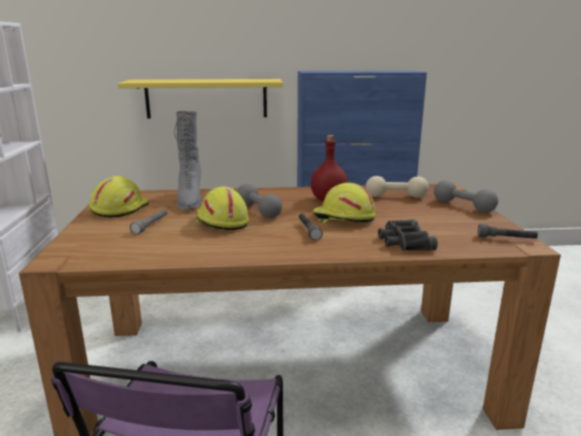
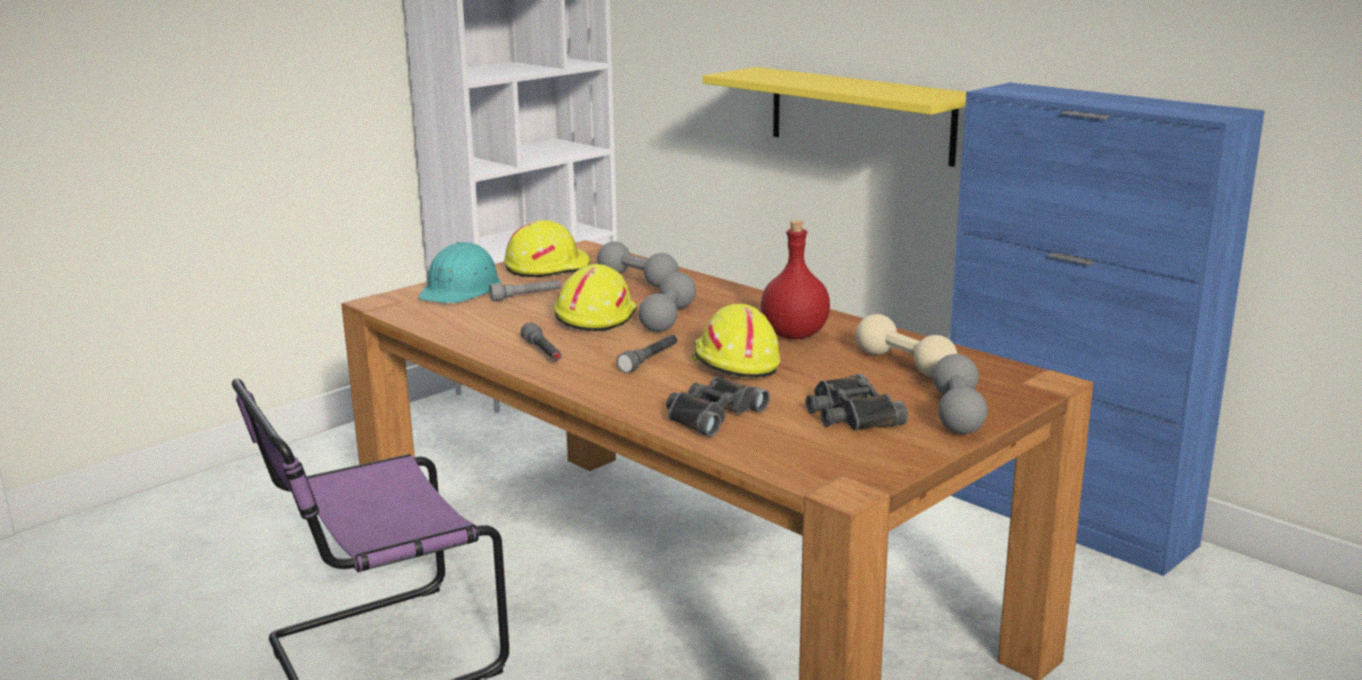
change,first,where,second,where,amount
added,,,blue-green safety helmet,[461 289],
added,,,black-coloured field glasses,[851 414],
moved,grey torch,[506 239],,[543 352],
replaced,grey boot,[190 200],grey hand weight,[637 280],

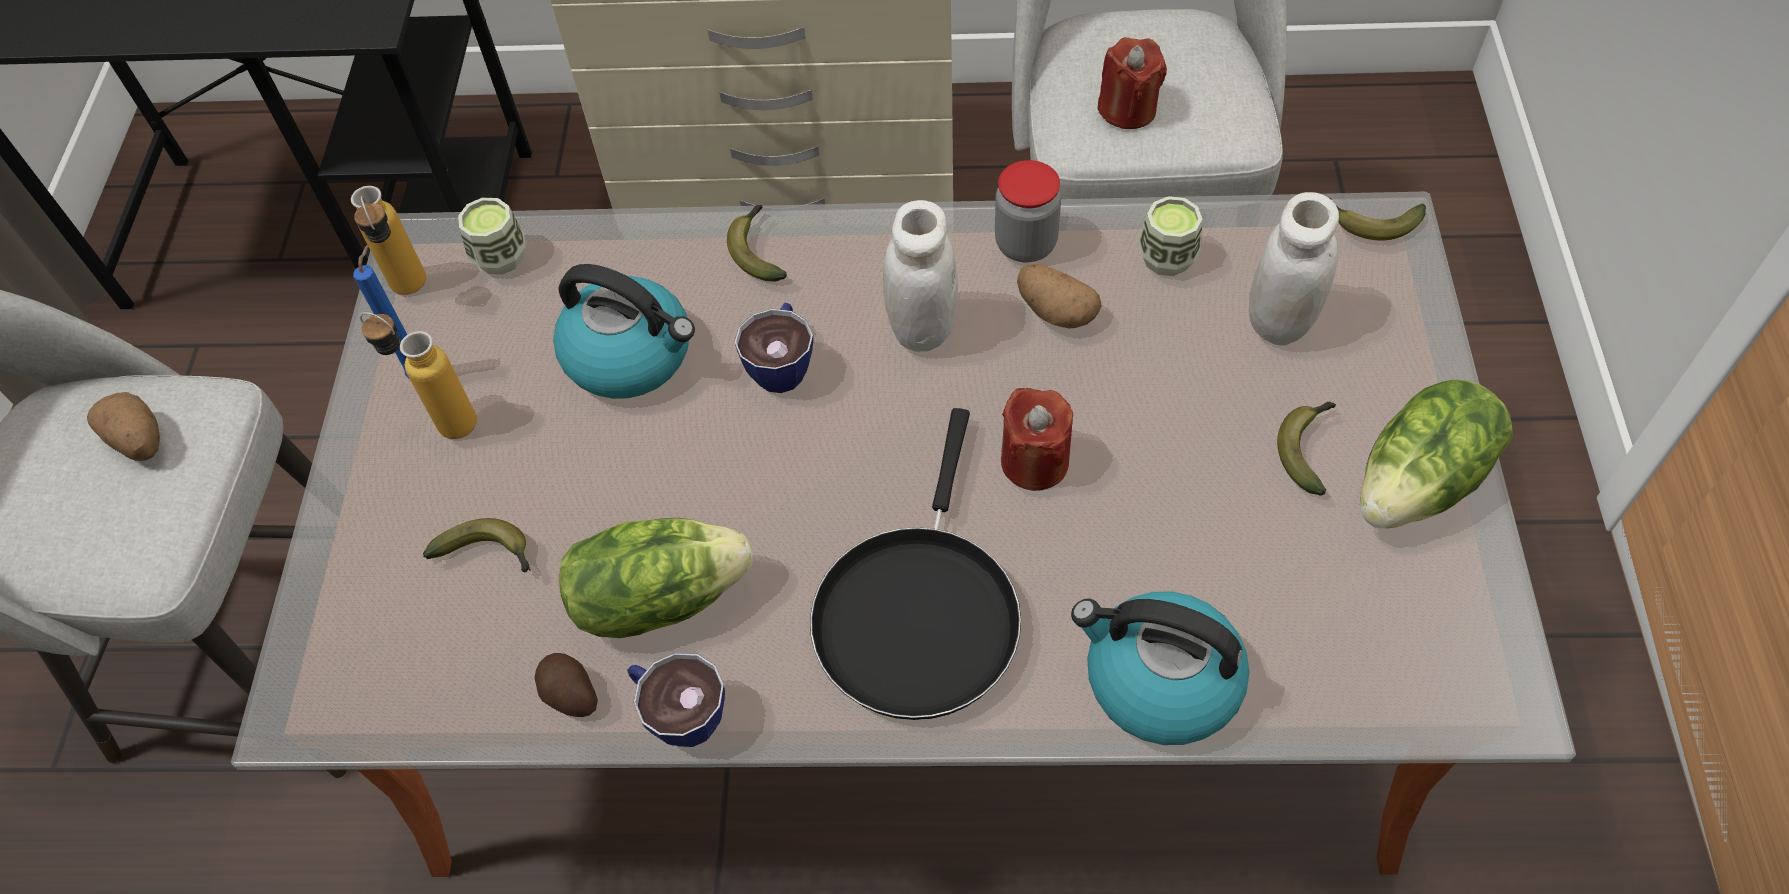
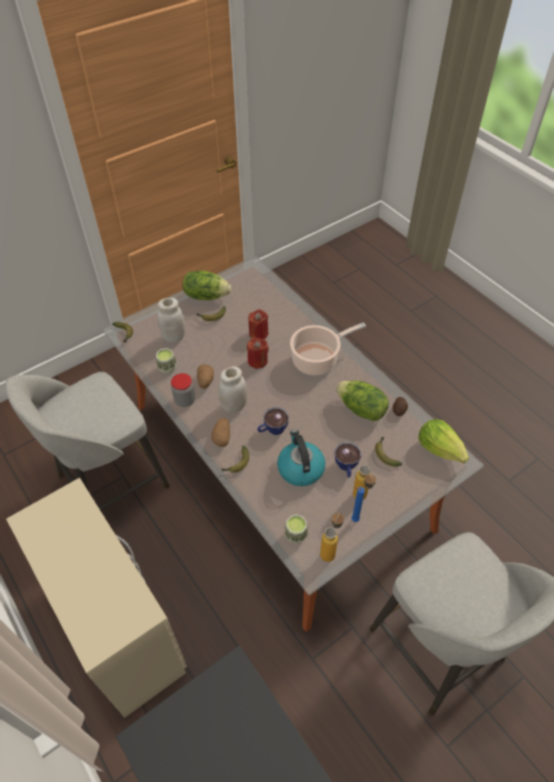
change,first,where,second,where,amount
removed,tea kettle,[1159 681],,,
added,,,lettuce head,[440 448],
moved,whole potato,[139 441],,[222 437],
moved,small cup,[679 713],,[346 467],
moved,red wax candle,[1127 109],,[258 333],
replaced,black-coloured frying pan,[918 613],cooking pot,[317 359],

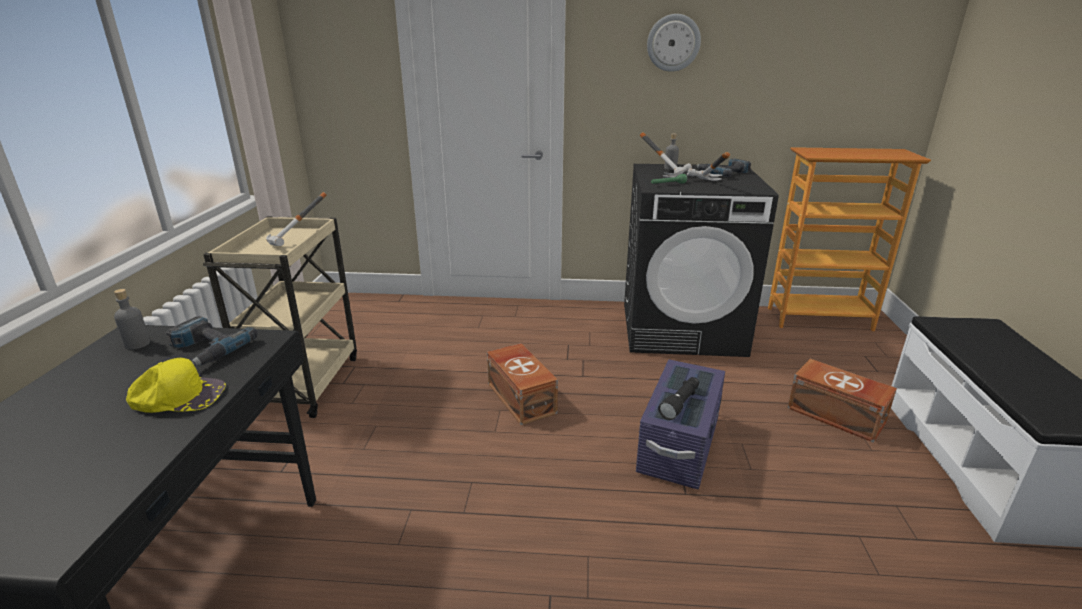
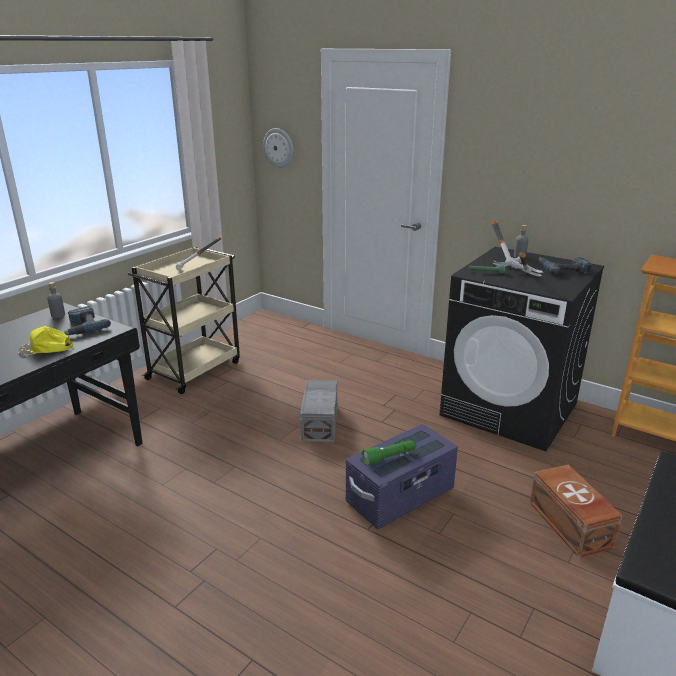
change,first,where,second,where,amount
moved,wall clock,[673 43],,[279 148],
recoloured,brown-coloured storage box,[522 397],grey storage box,[320 423],
recoloured,black-coloured torch,[680 403],green torch,[390 457],
turned,yellow baseball cap,[177 396],,[46 349],150 degrees clockwise

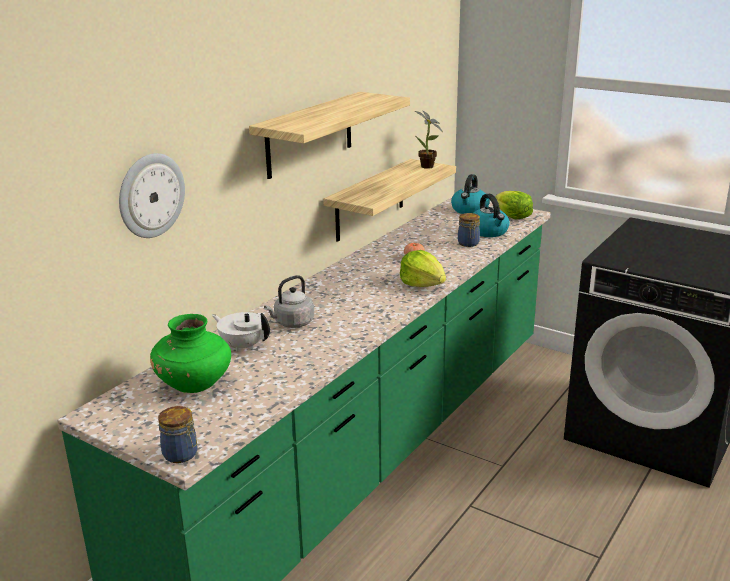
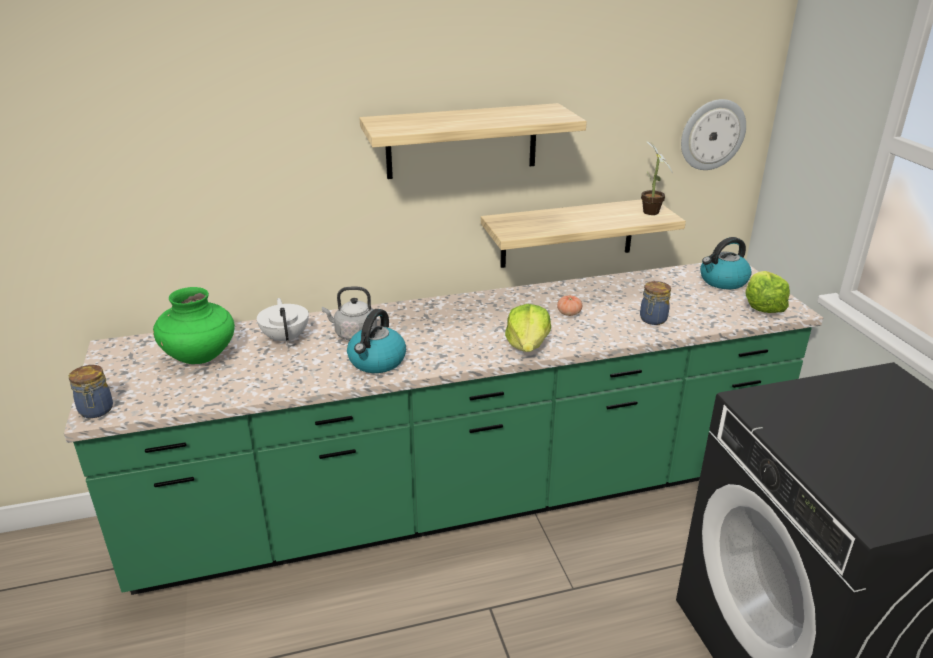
change,first,where,second,where,amount
moved,wall clock,[150 195],,[712 134],
moved,tea kettle,[489 232],,[377 361],

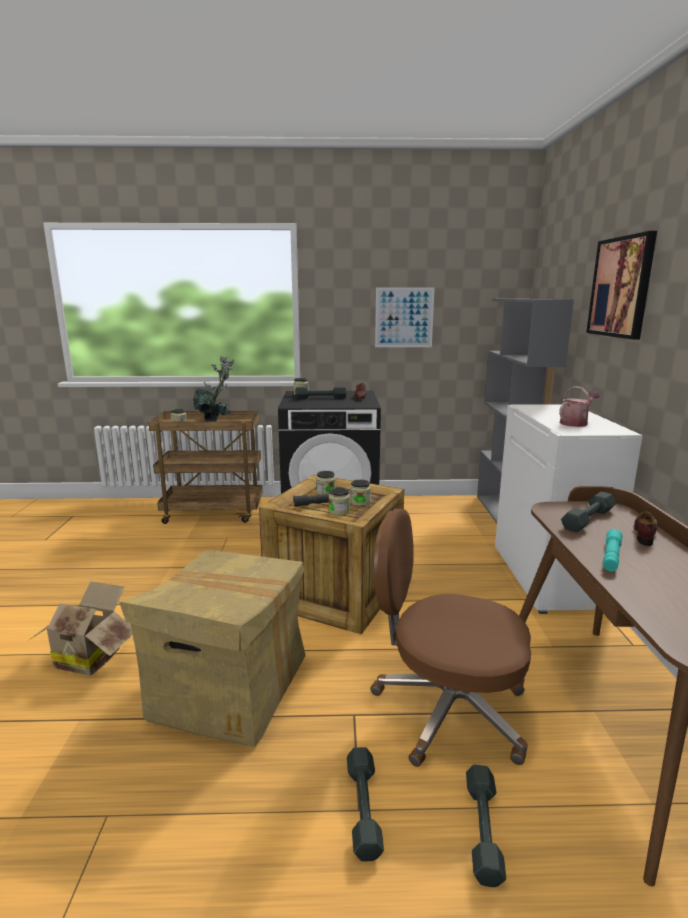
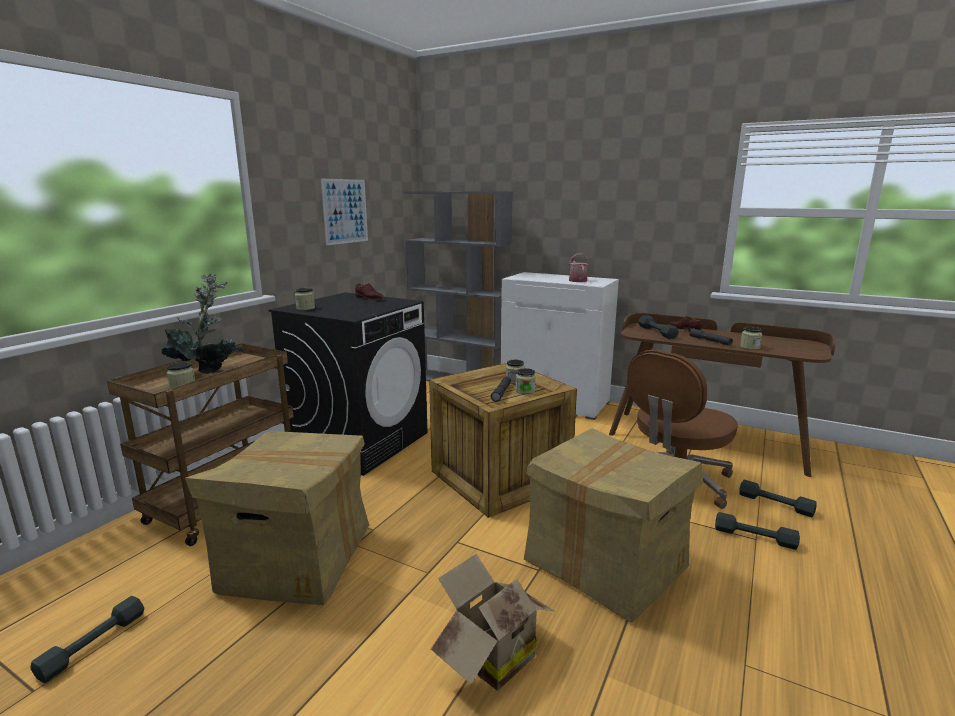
change,first,where,second,where,amount
removed,picture,[621 287],,,
added,,,cardboard box,[296 559],
moved,grey hand weight,[320 398],,[93 644],
moved,preserve jar,[325 492],,[750 347],
recoloured,blue-green torch,[611 556],grey torch,[710 341],

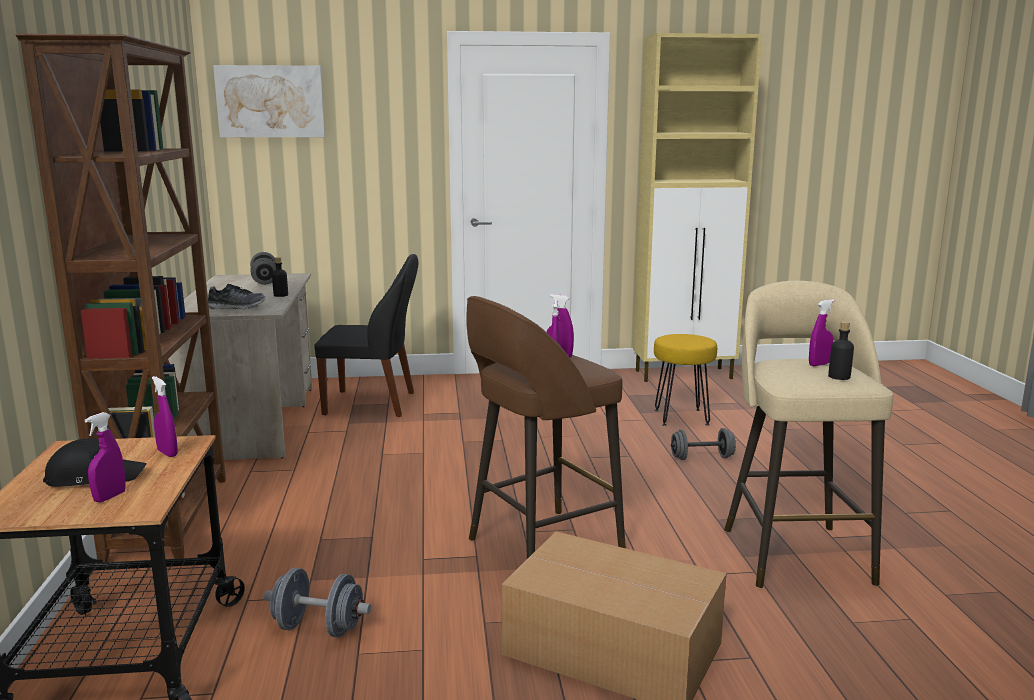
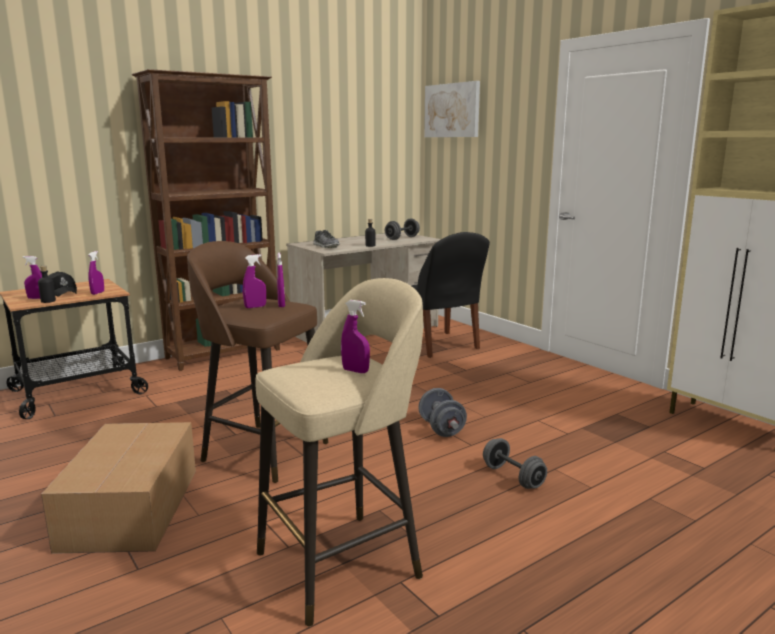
change,first,where,second,where,amount
removed,yellow sitting stool,[682 417],,,
moved,grey hand weight,[318 628],,[441 429],
moved,black-coloured bottle,[839 376],,[48 301],

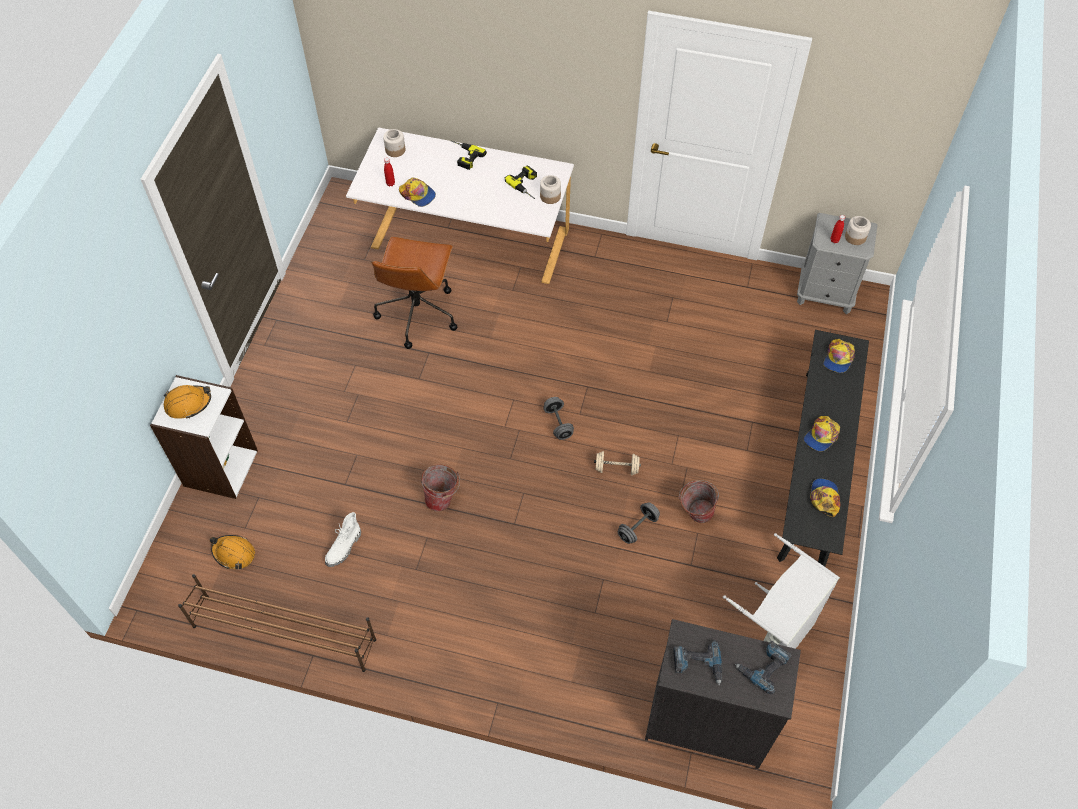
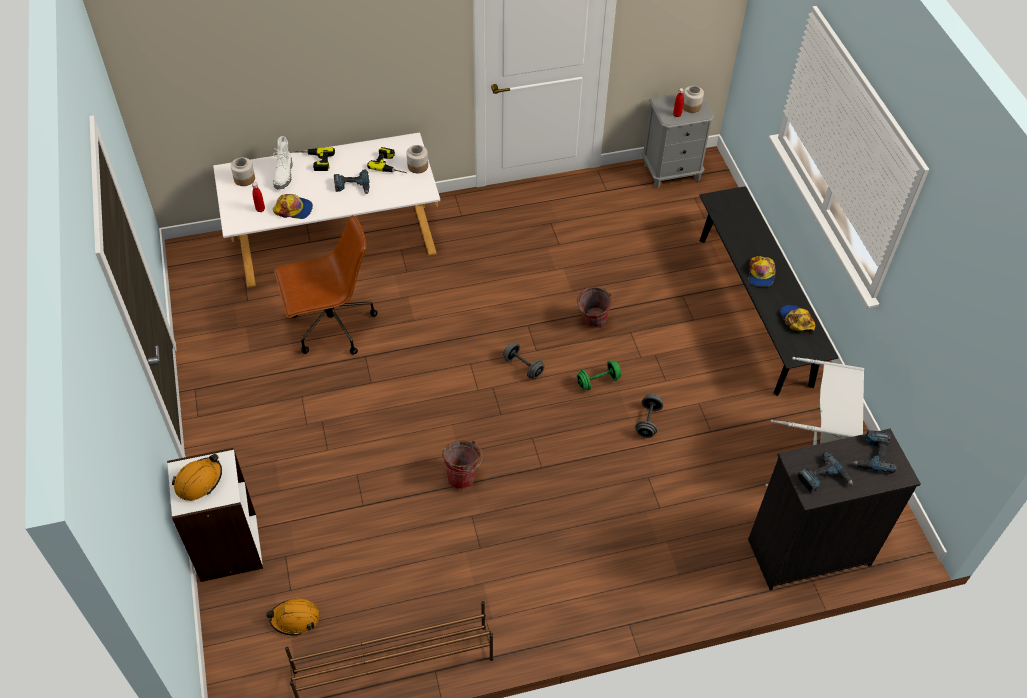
change,first,where,second,where,amount
removed,baseball cap,[838 358],,,
added,,,drill,[352 186],
moved,whitish boot,[344 548],,[284 175],
moved,bucket,[694 514],,[591 322],
recoloured,sand-coloured hand weight,[616 468],green hand weight,[598 381],
turned,brown-coloured office chair,[417 313],,[331 326],90 degrees counterclockwise

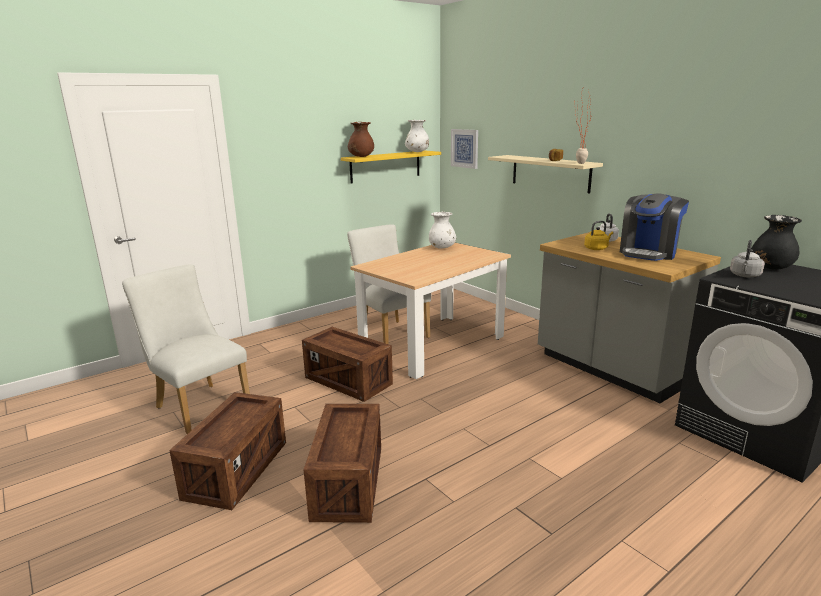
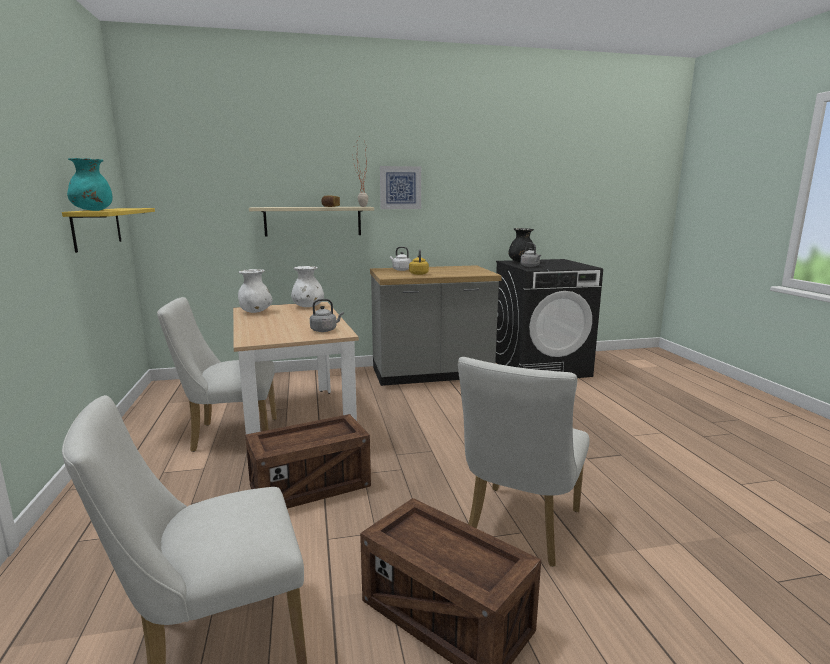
change,first,where,second,where,amount
removed,coffee maker,[649 253],,,
added,,,grey tea kettle,[325 330],
moved,whitish decorative vase,[417 152],,[308 307],
moved,picture,[465 148],,[400 187],
replaced,crate,[348 483],whitish chair,[519 530],
recoloured,brown-coloured decorative vase,[361 156],blue-green decorative vase,[93 210],

